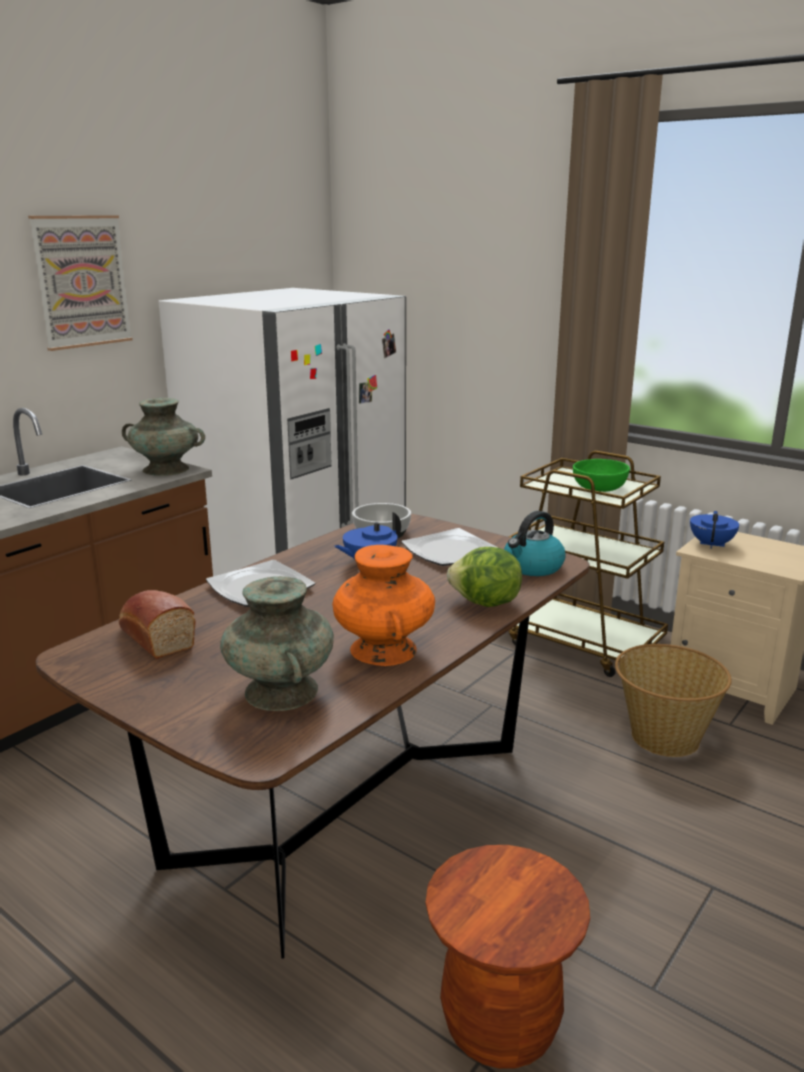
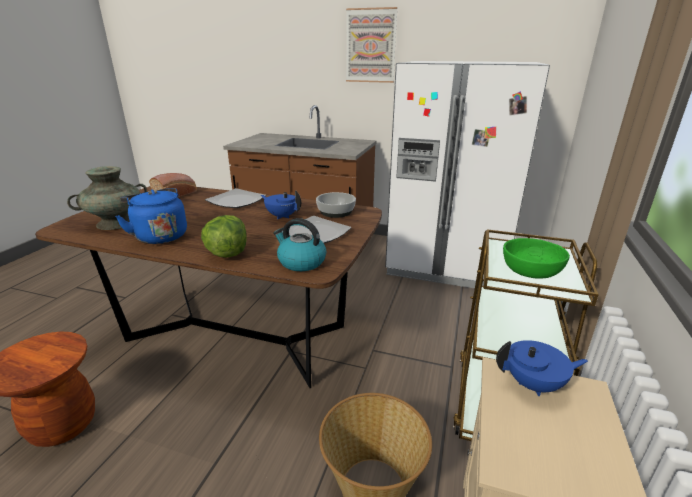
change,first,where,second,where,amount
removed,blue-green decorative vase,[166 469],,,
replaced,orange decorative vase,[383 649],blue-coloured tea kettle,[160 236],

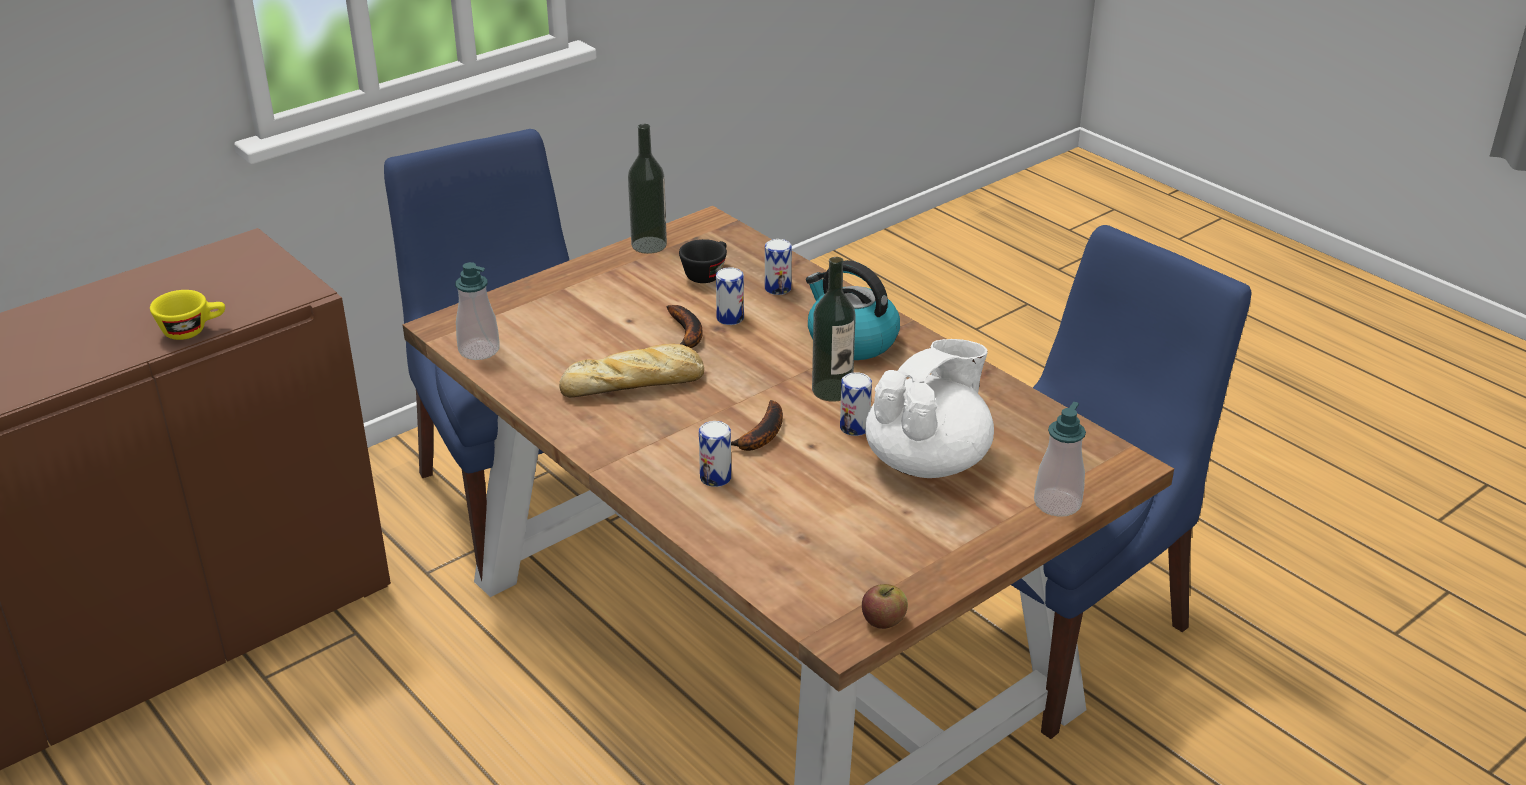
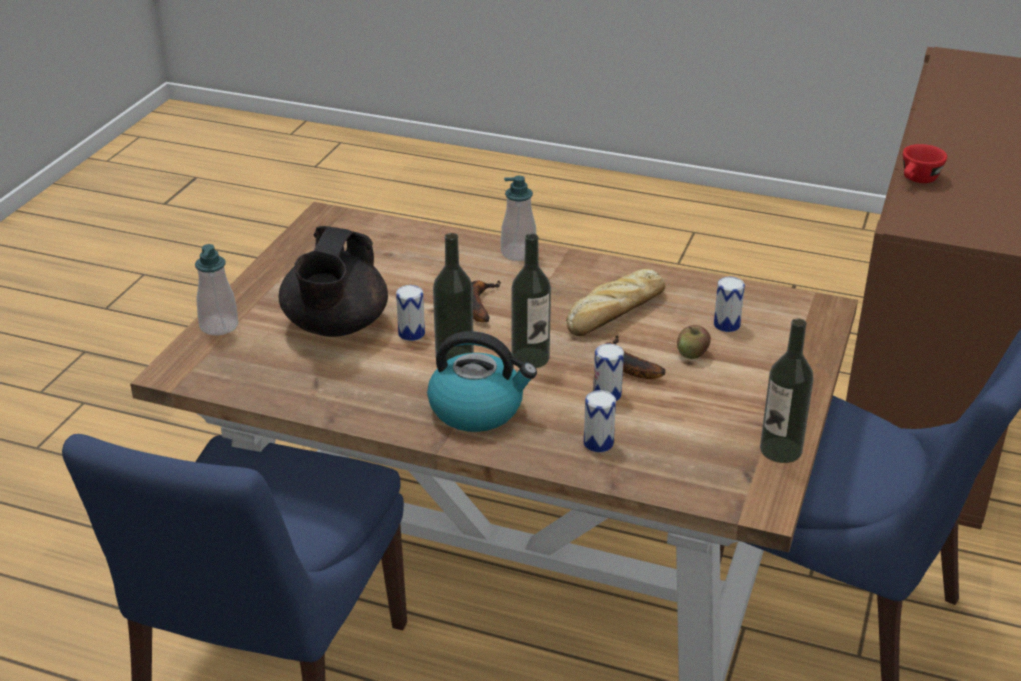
change,first,where,second,where,amount
removed,black-coloured small cup,[706 273],,,
added,,,bottle,[530 358],
moved,liquid soap bottle,[479 350],,[518 253],
moved,can,[715 477],,[726 325],
moved,apple,[883 620],,[692 354],
recoloured,yellow small cup,[193 330],red small cup,[917 180],
recoloured,whitish pot for tea,[928 461],black-coloured pot for tea,[335 326],

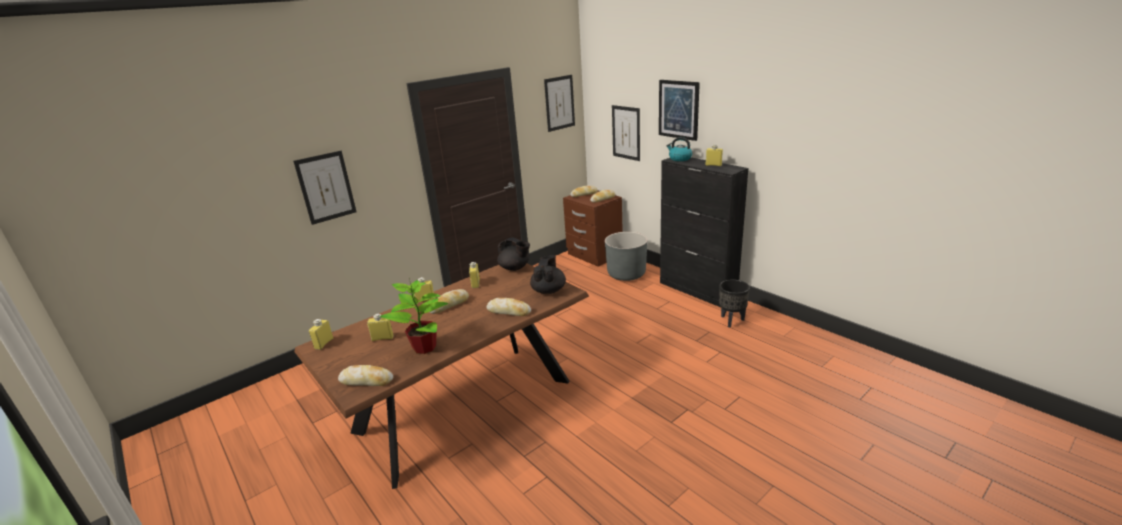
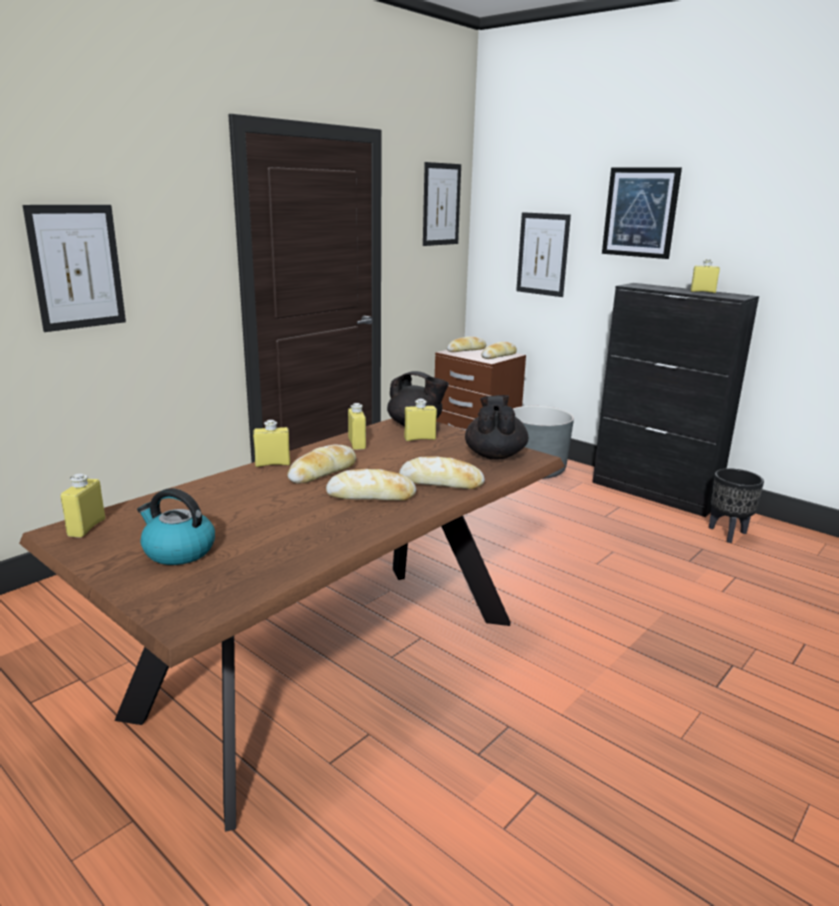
change,first,where,second,where,amount
removed,houseplant,[425 347],,,
moved,bread,[366 381],,[371 495],
moved,yellow bottle,[382 338],,[420 438],
moved,tea kettle,[679 159],,[178 551],

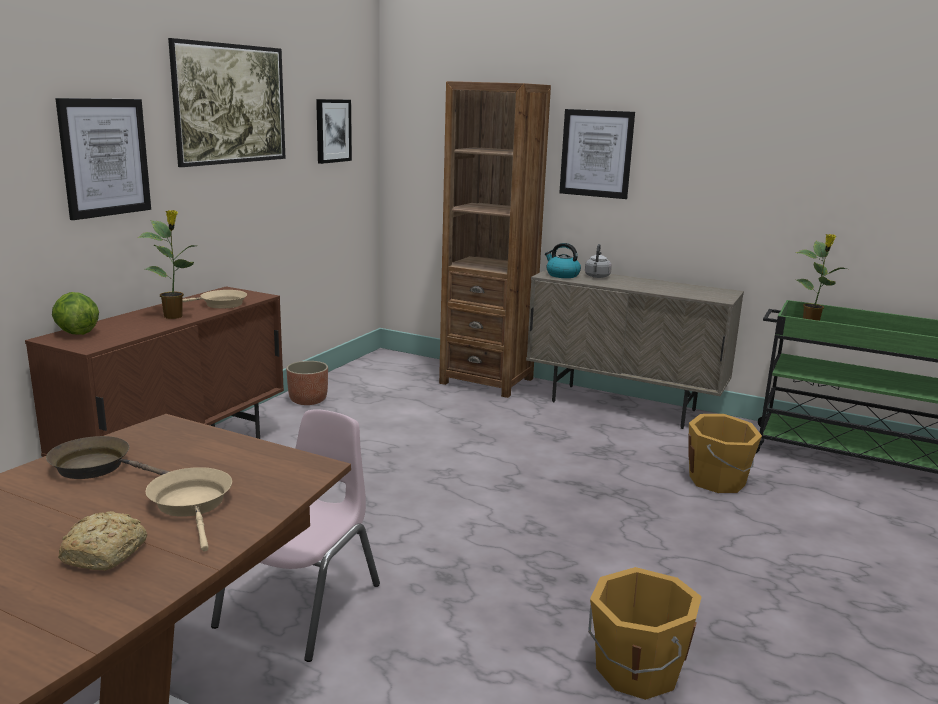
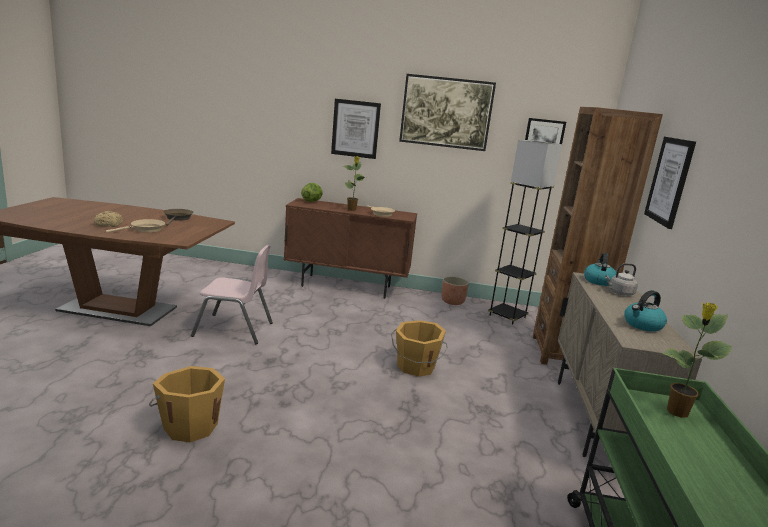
change,first,where,second,where,amount
added,,,grey floor lamp,[507 316],
added,,,tea kettle,[642 325],
moved,orange bucket,[718 481],,[415 367],

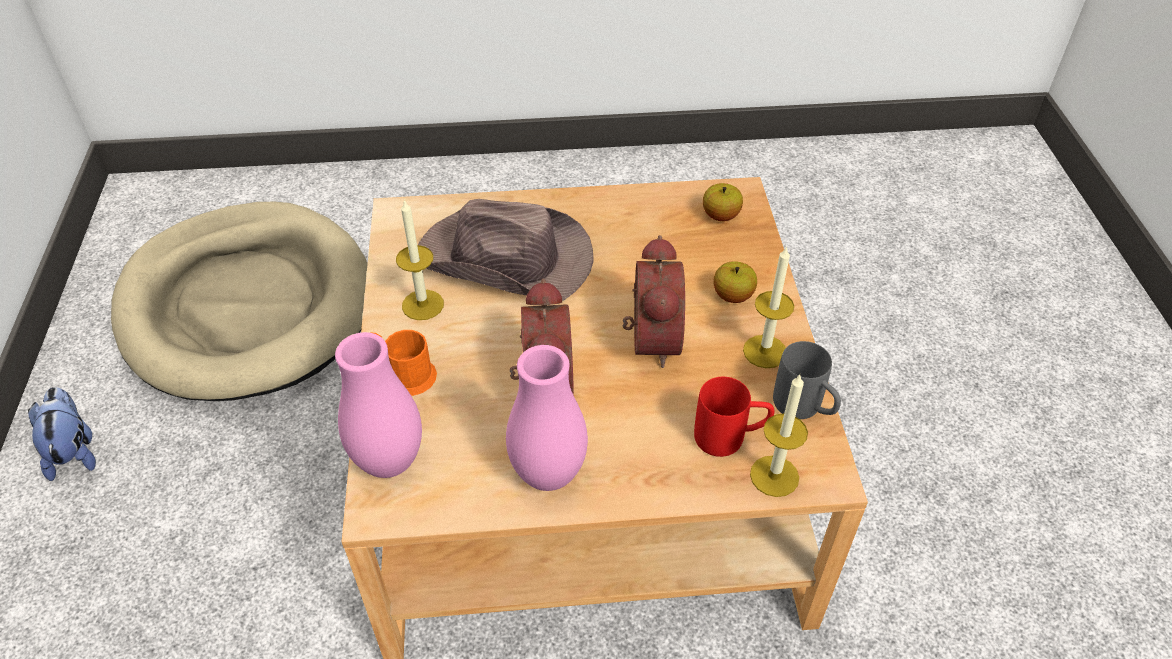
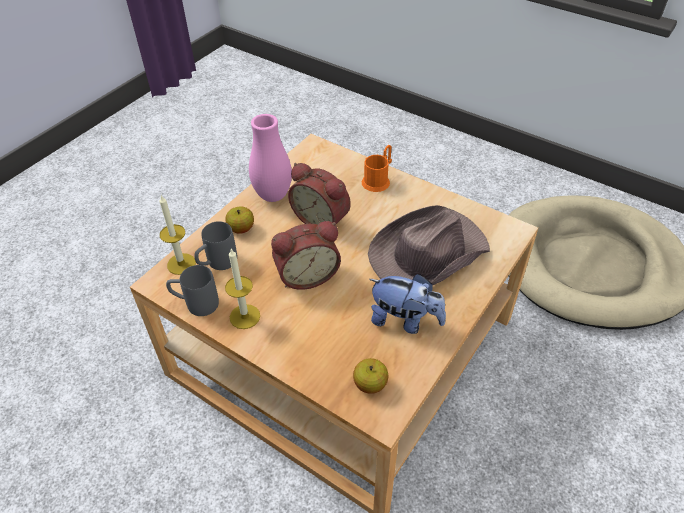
change,first,where,second,where,amount
removed,pink decorative vase,[389 462],,,
removed,wax candle,[422 305],,,
moved,cuddly toy,[74 451],,[405 320],
moved,apple,[733 296],,[241 229],
recoloured,red tea mug,[730 437],grey tea mug,[217 263],
turned,alarm clock,[649 339],,[306 274],60 degrees counterclockwise

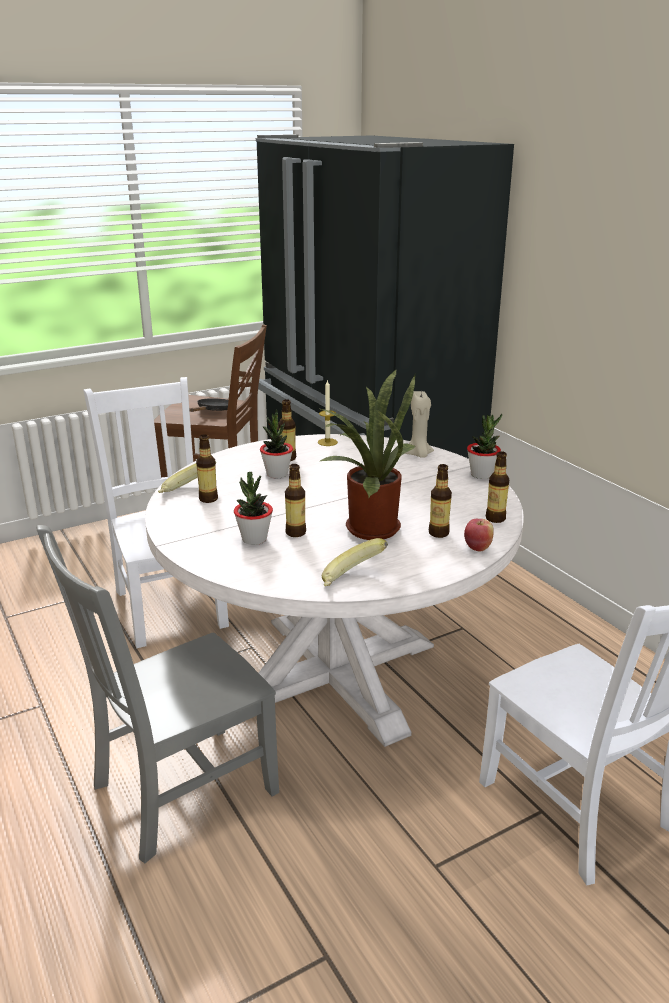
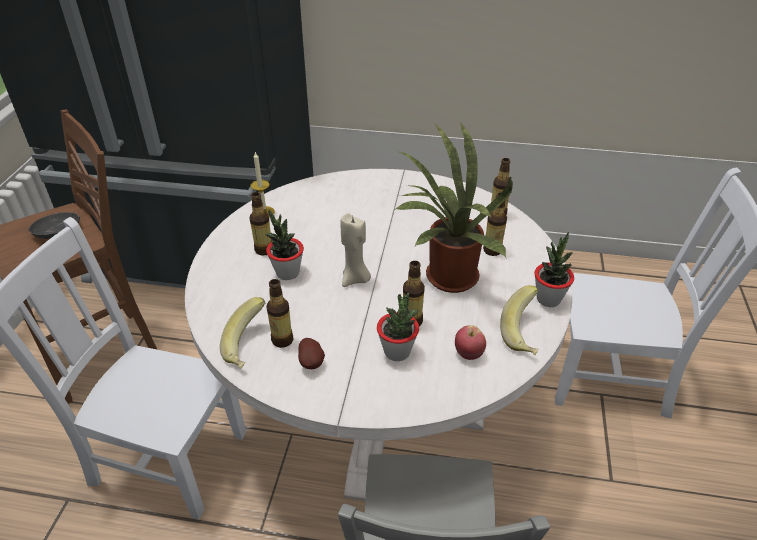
change,first,where,second,where,amount
added,,,whole potato,[312 362],
moved,sand-coloured wax candle,[418 455],,[355 279],
moved,apple,[477 547],,[468 354],
moved,houseplant,[481 475],,[548 299],

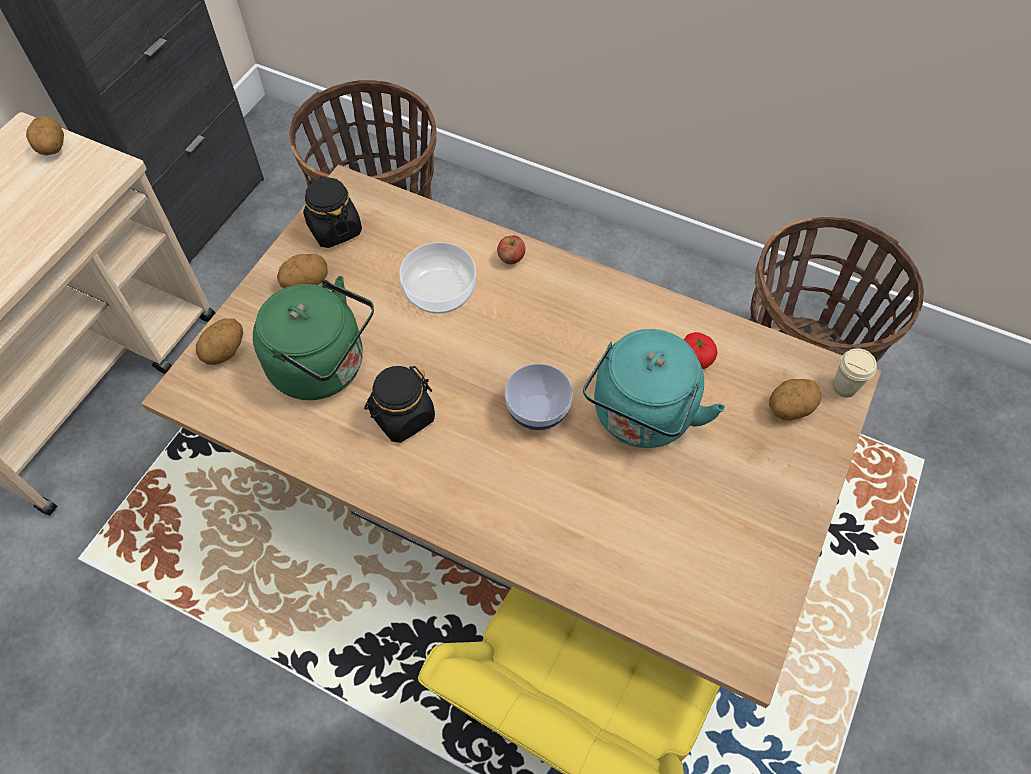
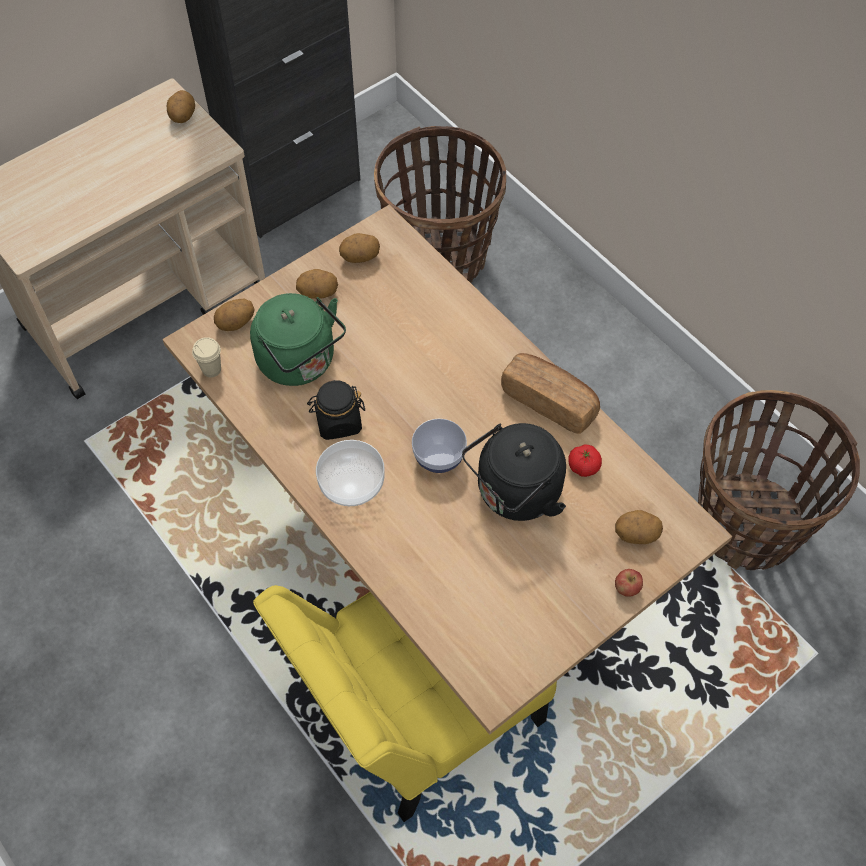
change,first,where,second,where,amount
added,,,bread,[550 401],
moved,bowl,[440 290],,[352 483],
moved,apple,[511 258],,[626 588],
moved,sand-coloured small cup,[844 387],,[211 369],
replaced,black-coloured preserve jar,[334 229],whole potato,[360 257],
recoloured,blue-green tea kettle,[641 418],black-coloured tea kettle,[515 494],

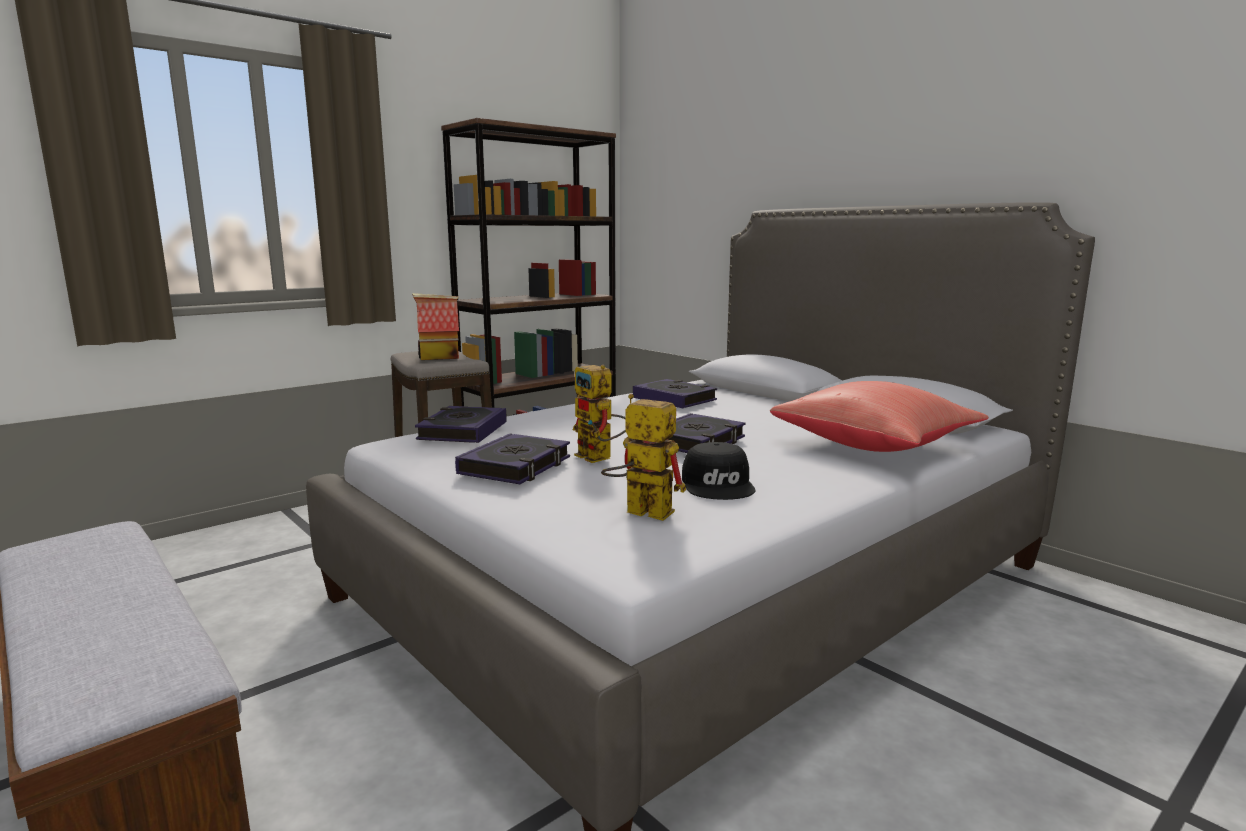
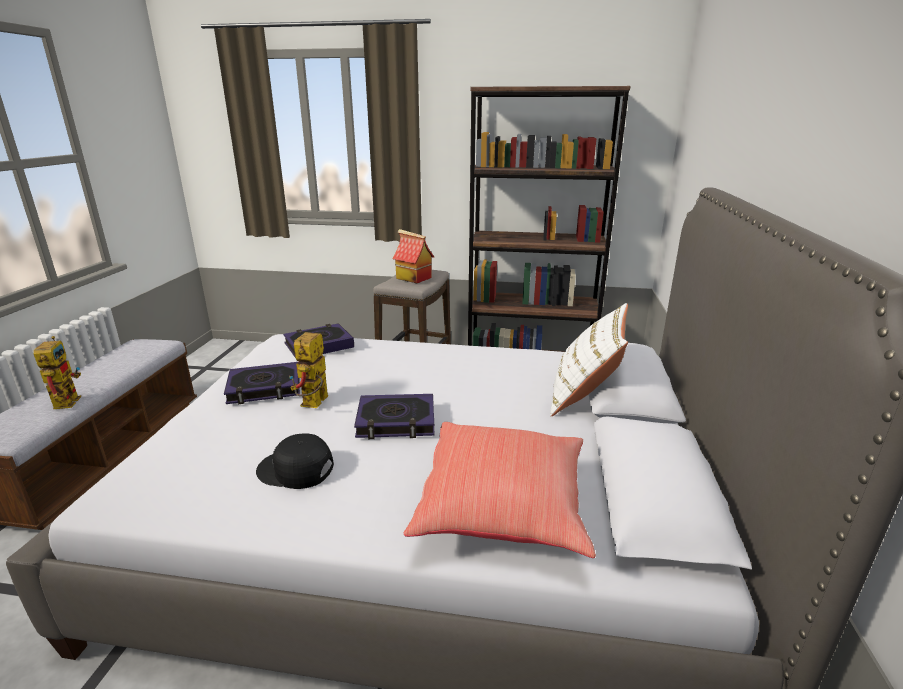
change,first,where,second,where,amount
removed,bound book,[674 399],,,
added,,,whitish throw pillow,[585 395],
moved,robot figure,[639 512],,[67 400],
turned,black-coloured baseball cap,[719 484],,[295 470],60 degrees clockwise

